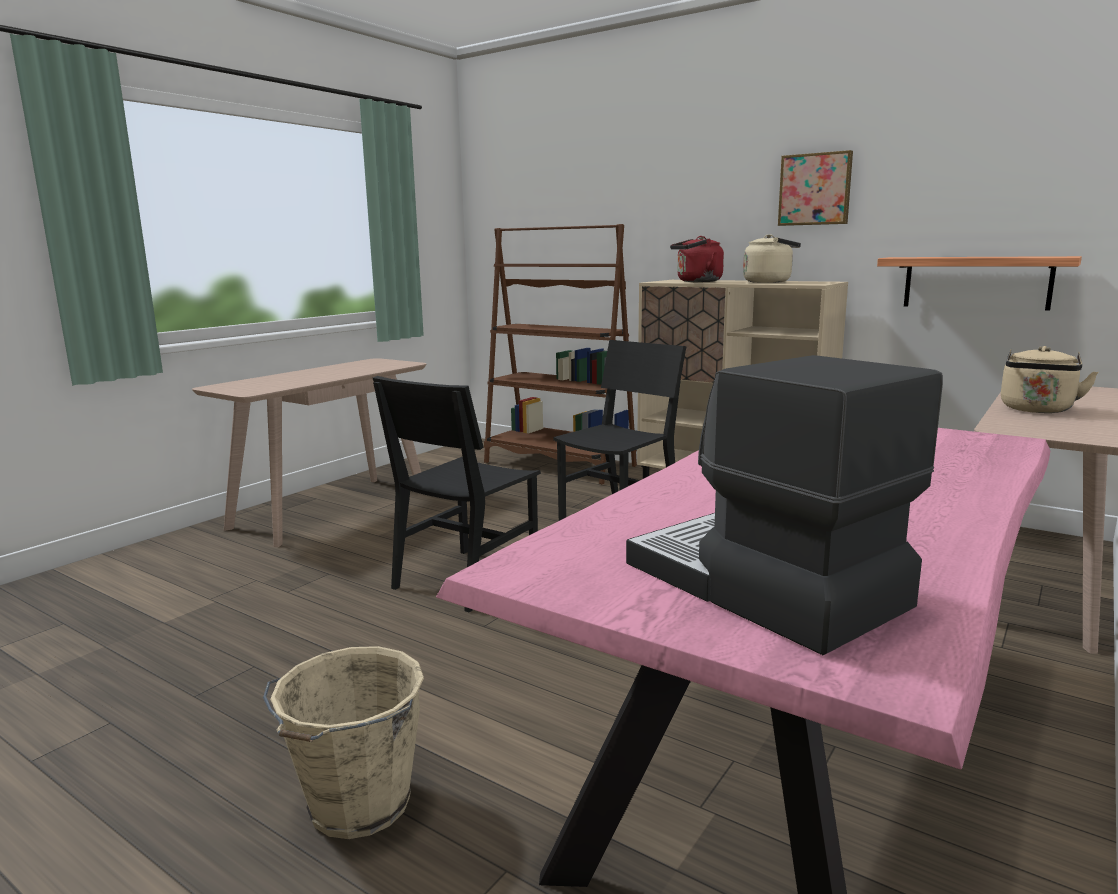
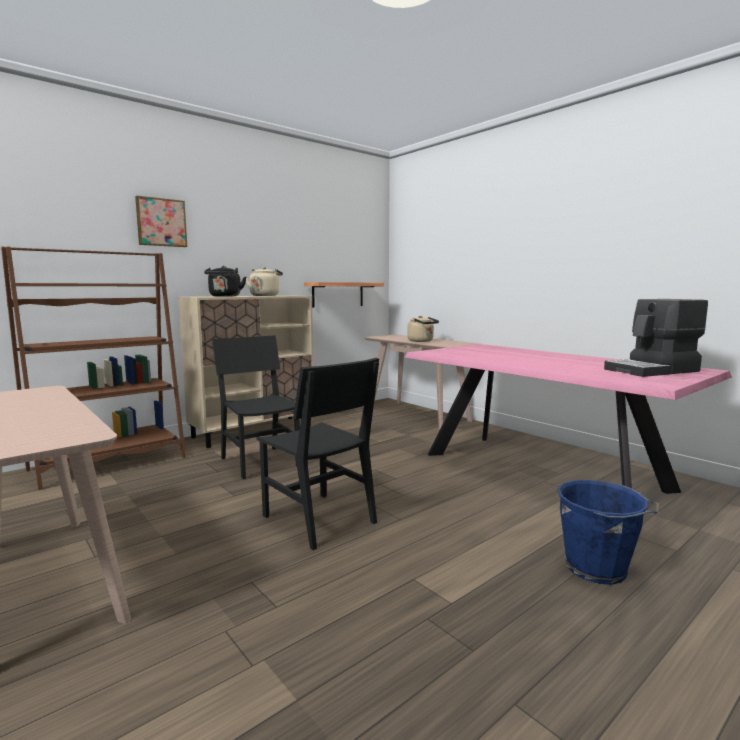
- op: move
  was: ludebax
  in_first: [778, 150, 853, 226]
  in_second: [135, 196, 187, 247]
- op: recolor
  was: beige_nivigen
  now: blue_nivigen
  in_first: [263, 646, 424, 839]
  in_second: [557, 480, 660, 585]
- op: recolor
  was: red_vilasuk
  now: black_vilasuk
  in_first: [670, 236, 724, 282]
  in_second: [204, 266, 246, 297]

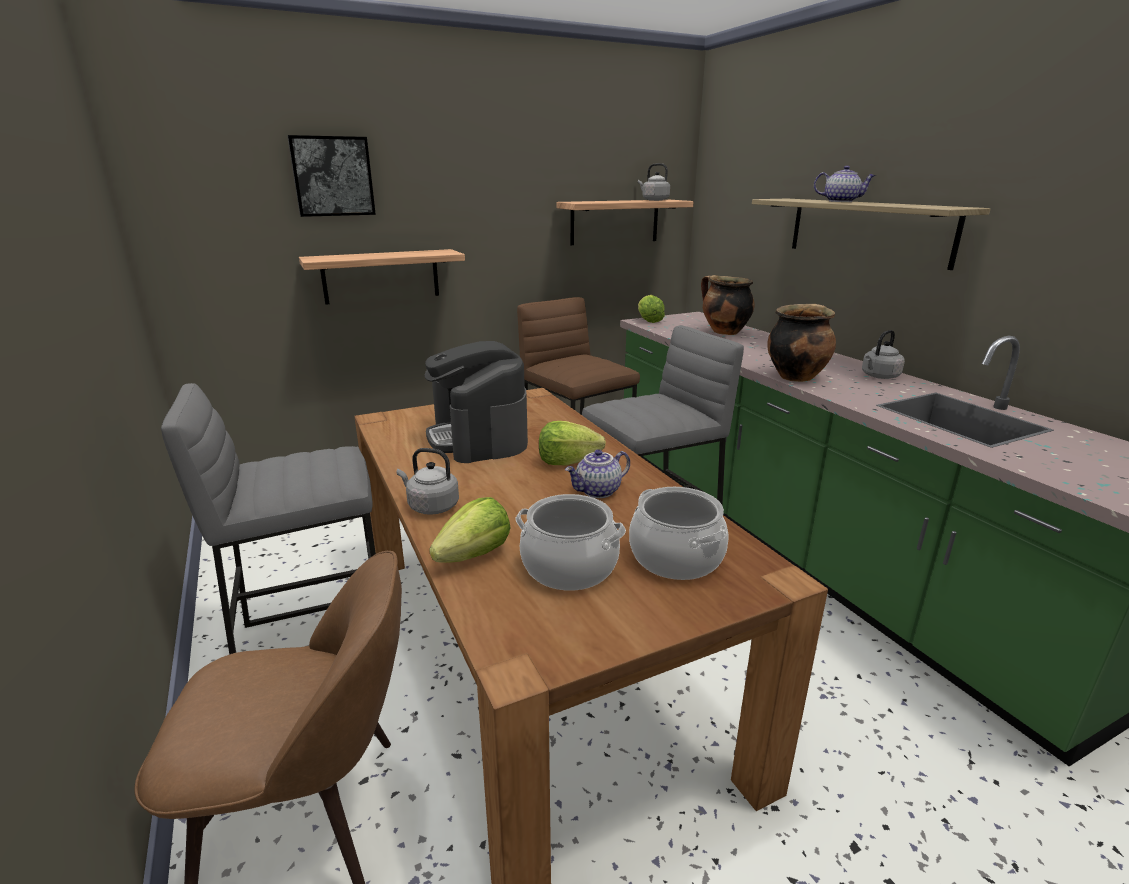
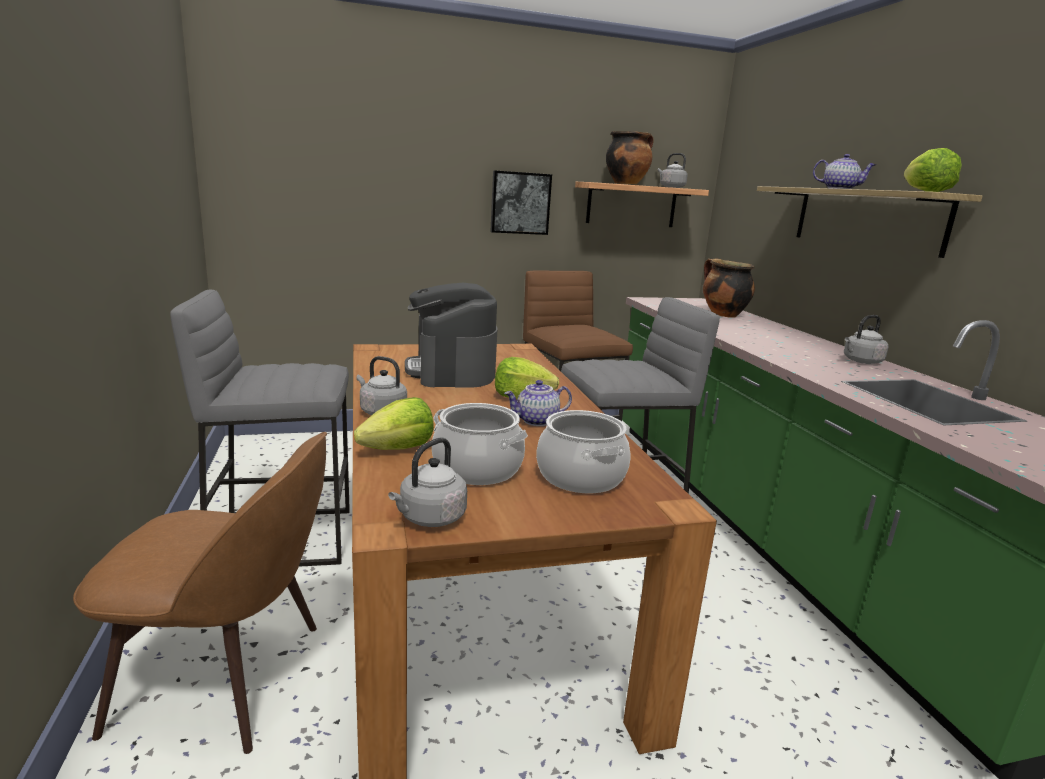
- op: delete
  was: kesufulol
  in_first: [299, 249, 465, 305]
- op: insert
  now: grey_vilasuk
  in_second: [388, 438, 467, 527]
- op: move
  was: ludebax
  in_first: [287, 135, 376, 217]
  in_second: [490, 170, 552, 235]
- op: move
  was: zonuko
  in_first: [638, 295, 665, 323]
  in_second: [904, 148, 962, 192]
- op: move
  was: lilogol
  in_first: [767, 304, 836, 382]
  in_second: [606, 131, 654, 185]

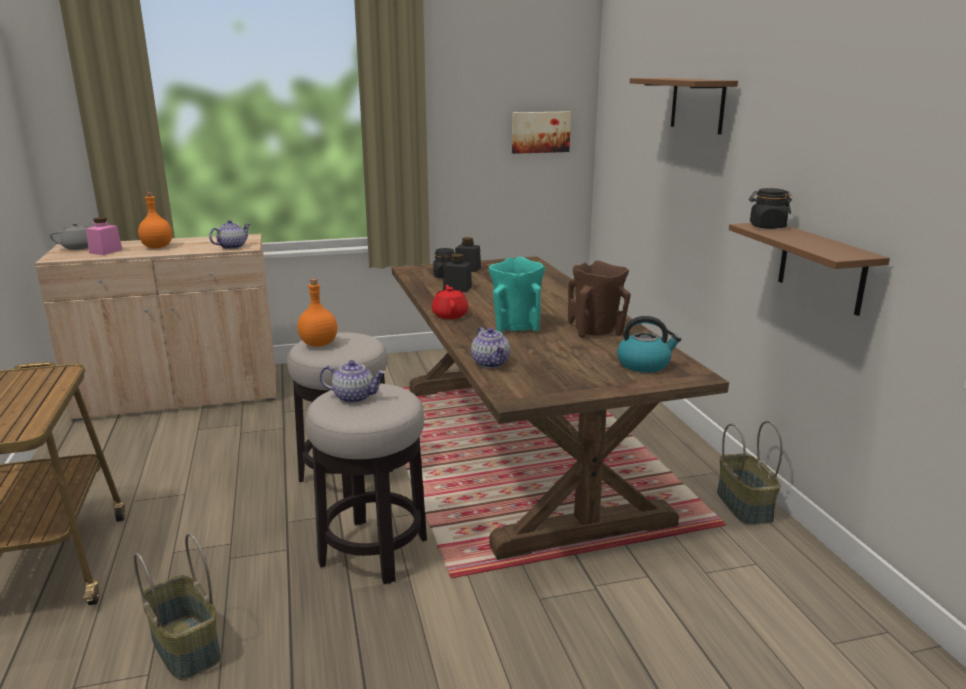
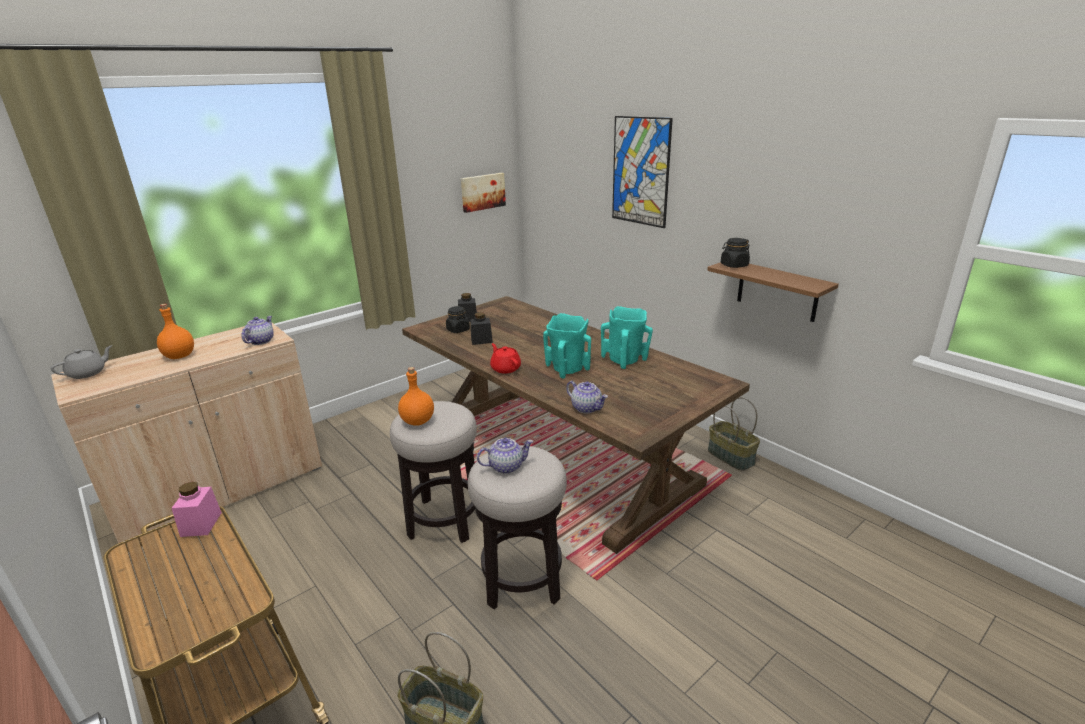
- op: delete
  was: vilasuk
  in_first: [617, 316, 681, 373]
- op: move
  was: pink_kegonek
  in_first: [86, 217, 122, 255]
  in_second: [172, 481, 222, 537]
- op: replace
  was: brown_kesufulol
  now: ludebax
  in_first: [630, 78, 738, 134]
  in_second: [612, 116, 673, 228]
- op: recolor
  was: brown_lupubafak
  now: turquoise_lupubafak
  in_first: [568, 261, 630, 338]
  in_second: [601, 306, 653, 369]

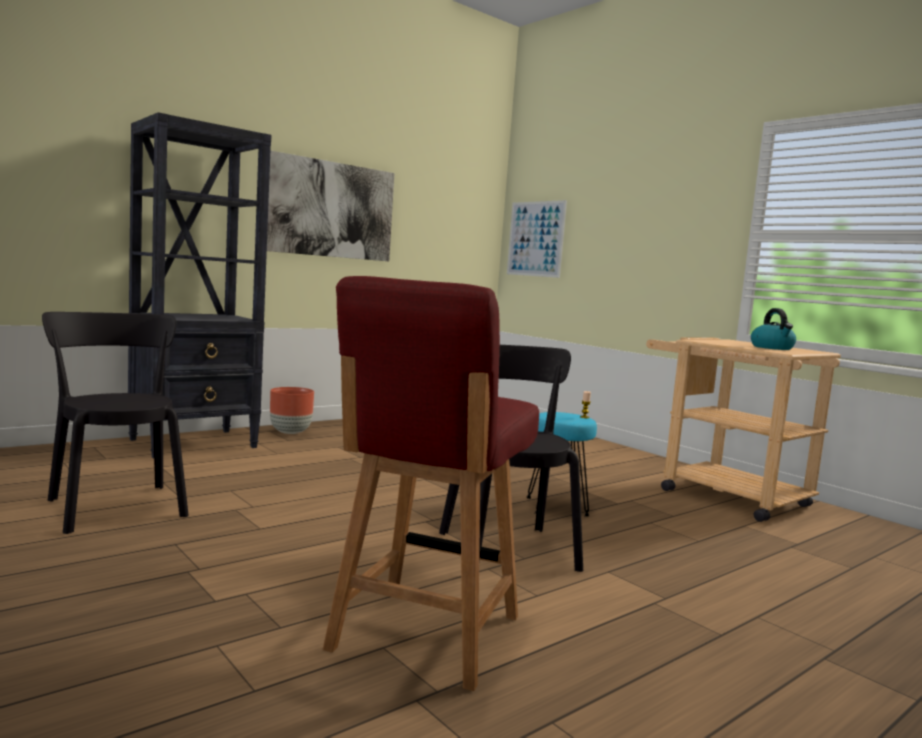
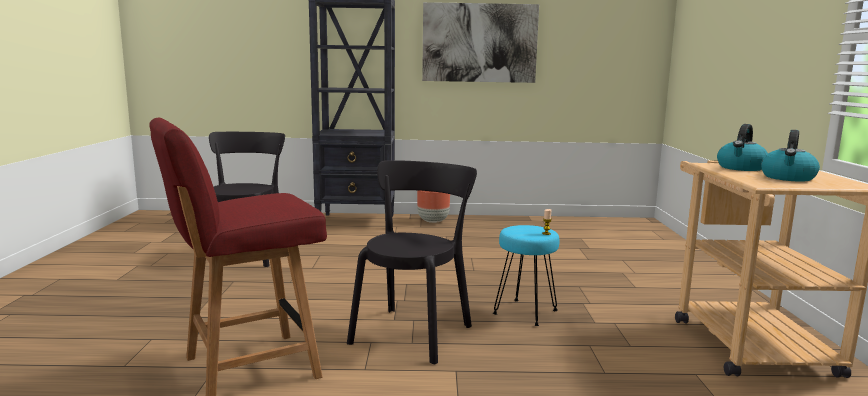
- op: delete
  was: ludebax
  in_first: [507, 200, 567, 278]
- op: insert
  now: vilasuk
  in_second: [717, 124, 768, 171]

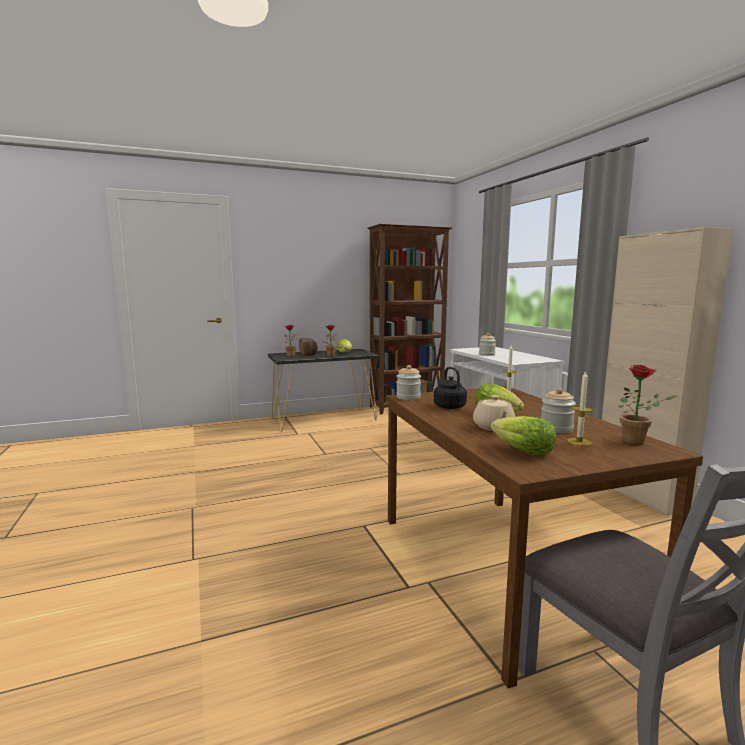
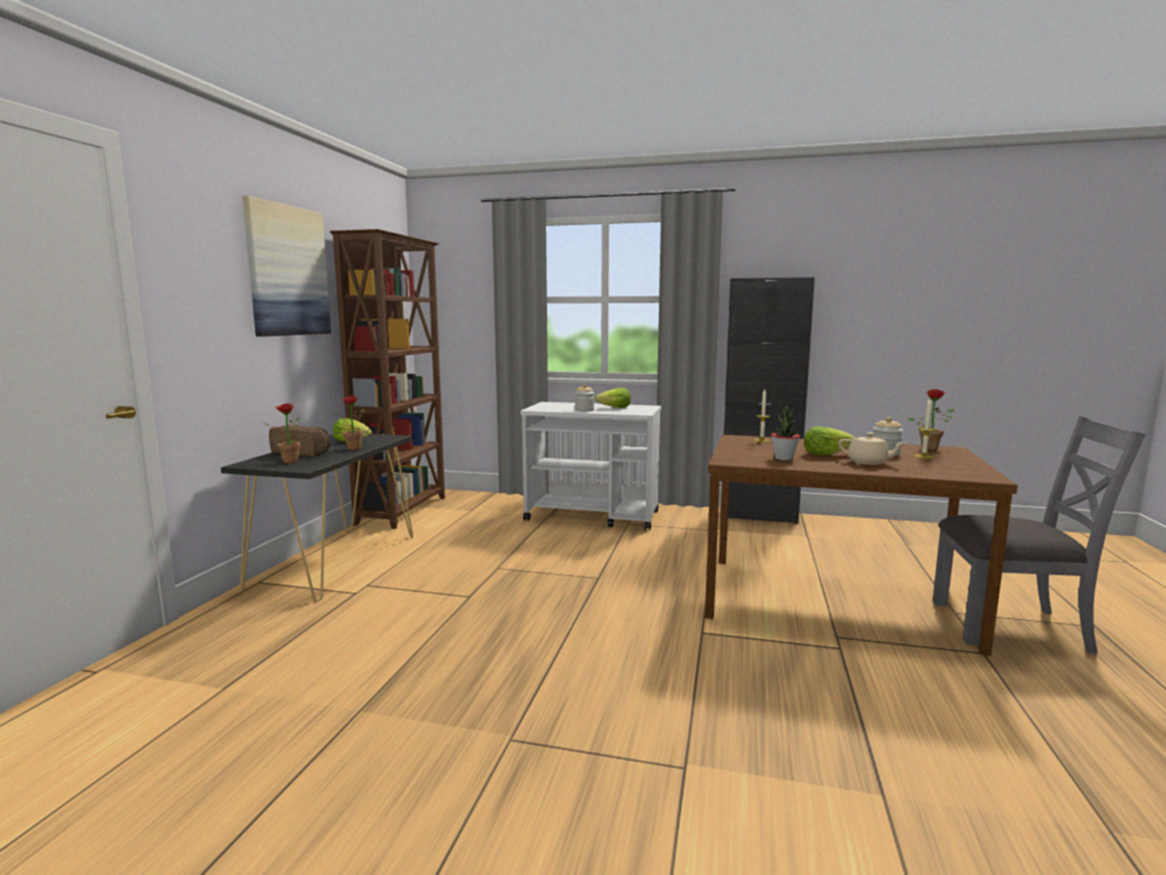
- op: delete
  was: kegonek
  in_first: [396, 365, 421, 400]
- op: insert
  now: ludebax
  in_second: [243, 196, 331, 337]
- op: move
  was: zonuko
  in_first: [490, 416, 556, 456]
  in_second: [595, 388, 631, 408]
- op: replace
  was: black_vilasuk
  now: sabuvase
  in_first: [434, 367, 467, 409]
  in_second: [771, 405, 800, 460]
- op: recolor
  was: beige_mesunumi
  now: black_mesunumi
  in_first: [602, 227, 733, 516]
  in_second: [720, 277, 815, 524]

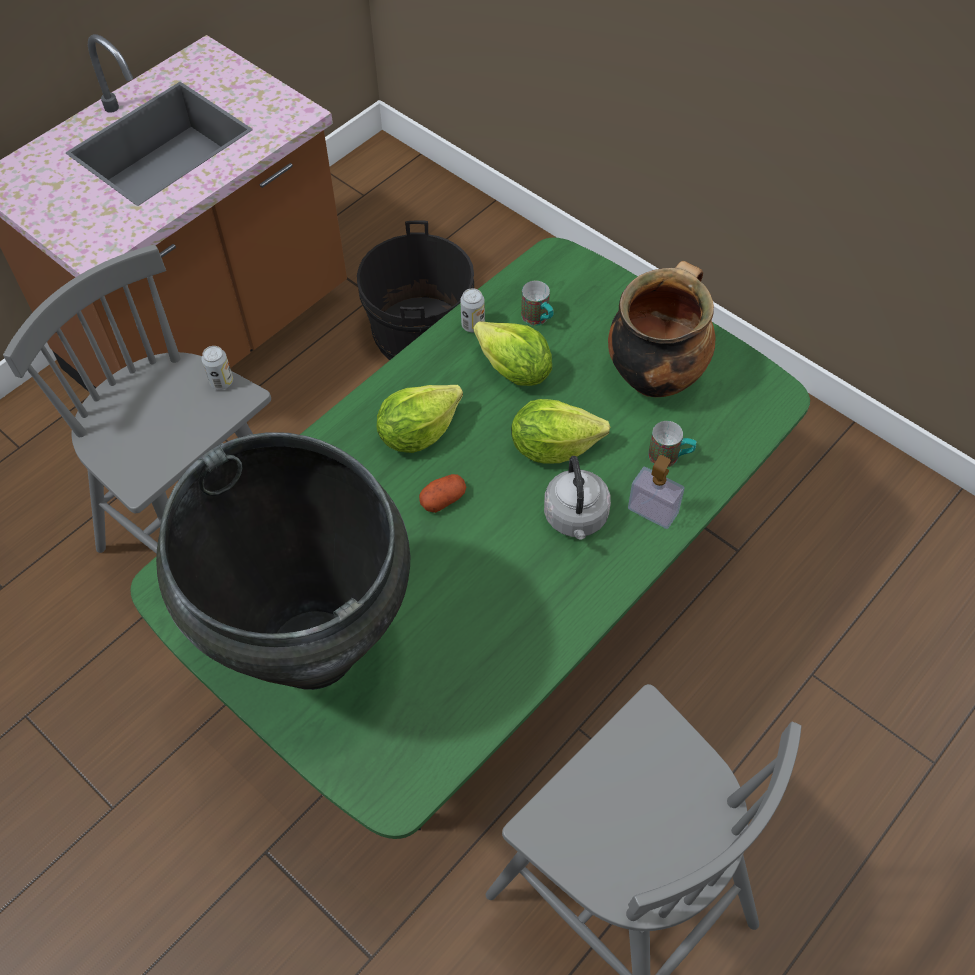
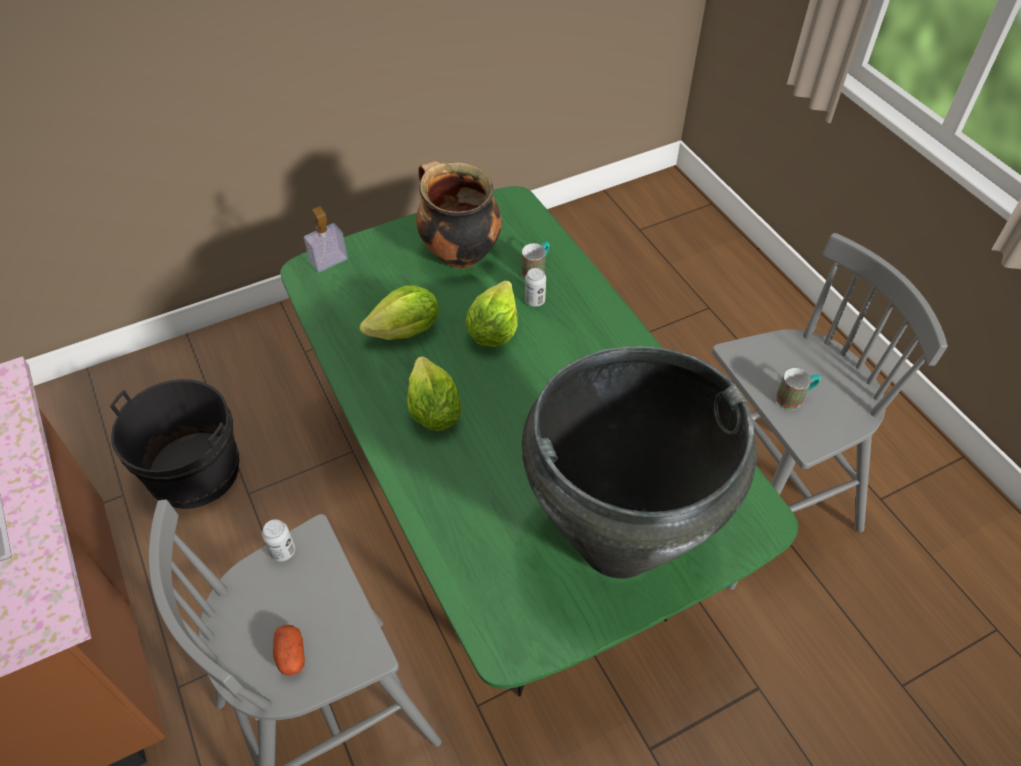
- op: delete
  was: grey_vilasuk
  in_first: [544, 456, 611, 540]
- op: move
  was: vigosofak
  in_first: [419, 474, 466, 513]
  in_second: [273, 625, 305, 676]
- op: move
  was: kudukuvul
  in_first: [460, 288, 485, 332]
  in_second: [525, 268, 546, 307]
- op: move
  was: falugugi
  in_first: [521, 281, 554, 326]
  in_second: [776, 368, 821, 410]
- op: move
  was: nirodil
  in_first: [628, 455, 684, 529]
  in_second: [304, 207, 348, 273]

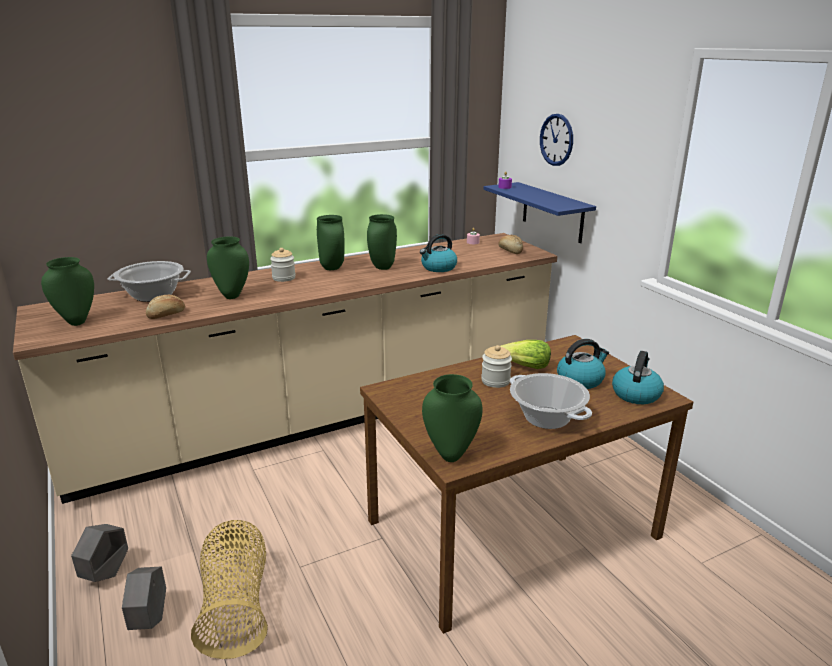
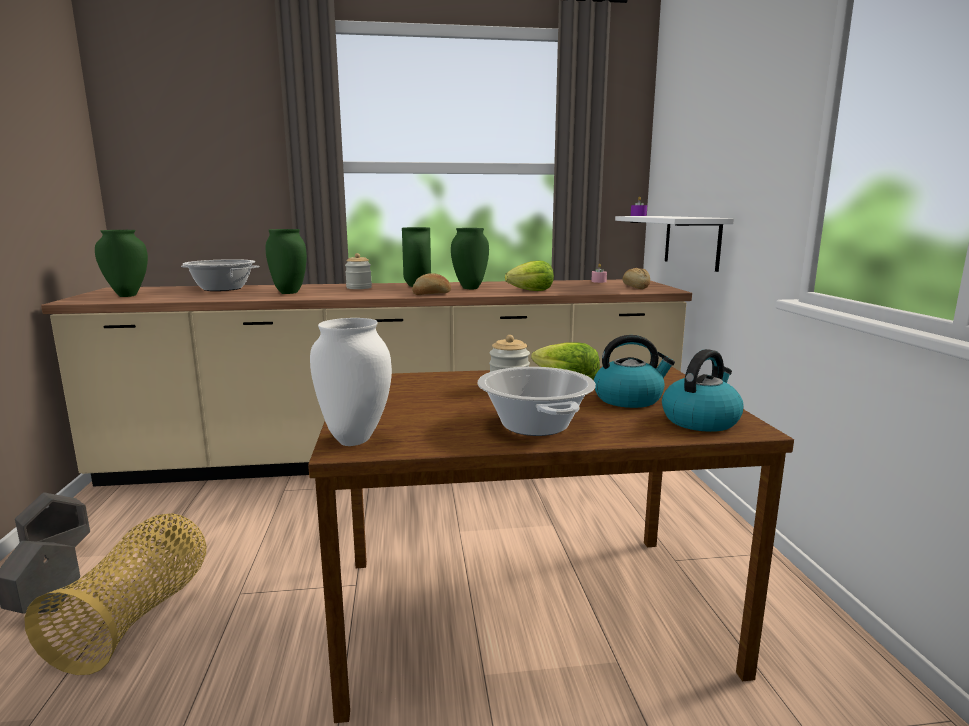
- op: delete
  was: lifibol
  in_first: [540, 114, 573, 166]
- op: move
  was: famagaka
  in_first: [146, 295, 185, 319]
  in_second: [412, 273, 451, 295]
- op: replace
  was: vilasuk
  now: zonuko
  in_first: [420, 234, 457, 272]
  in_second: [505, 261, 554, 291]
- op: recolor
  was: green_lupubafak
  now: white_lupubafak
  in_first: [422, 374, 482, 462]
  in_second: [310, 318, 392, 446]
- op: recolor
  was: blue_kesufulol
  now: white_kesufulol
  in_first: [484, 182, 596, 243]
  in_second: [615, 216, 734, 272]

